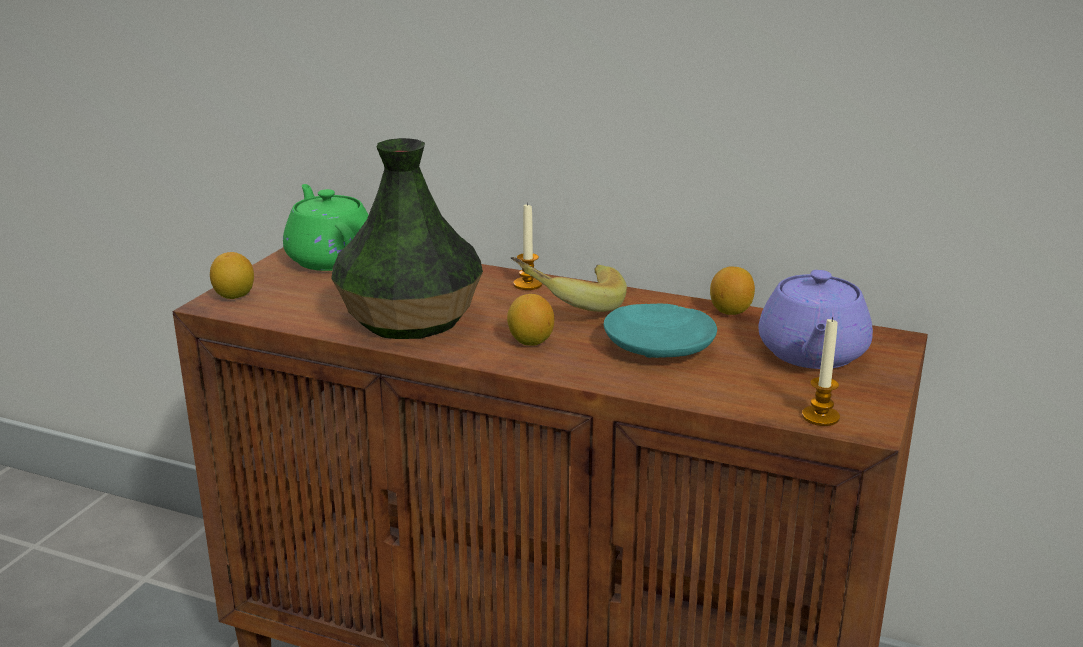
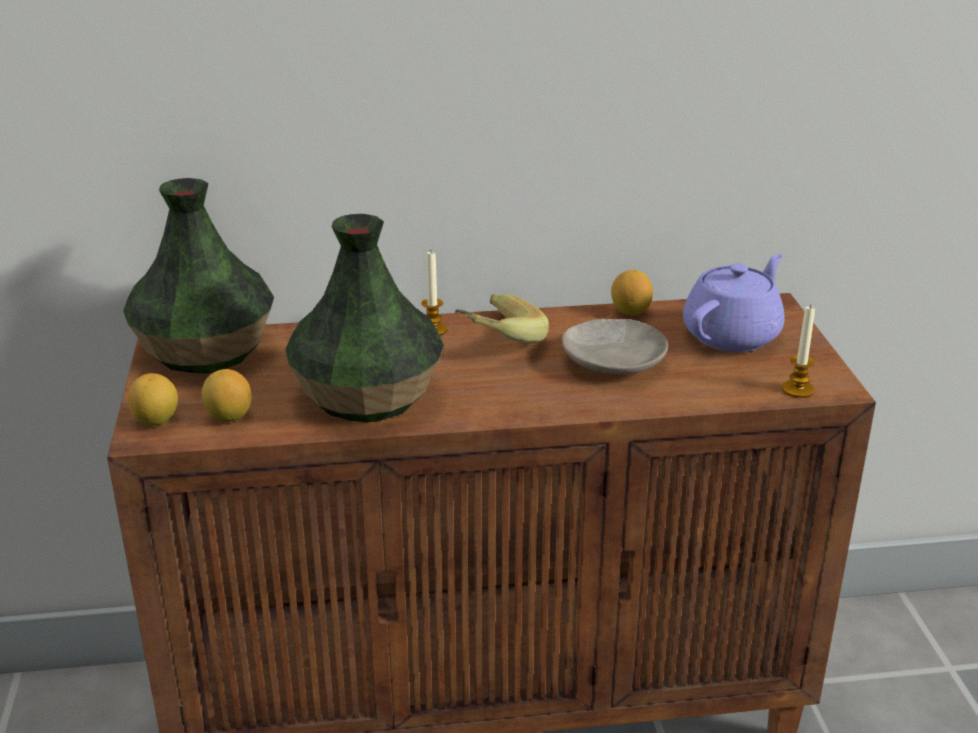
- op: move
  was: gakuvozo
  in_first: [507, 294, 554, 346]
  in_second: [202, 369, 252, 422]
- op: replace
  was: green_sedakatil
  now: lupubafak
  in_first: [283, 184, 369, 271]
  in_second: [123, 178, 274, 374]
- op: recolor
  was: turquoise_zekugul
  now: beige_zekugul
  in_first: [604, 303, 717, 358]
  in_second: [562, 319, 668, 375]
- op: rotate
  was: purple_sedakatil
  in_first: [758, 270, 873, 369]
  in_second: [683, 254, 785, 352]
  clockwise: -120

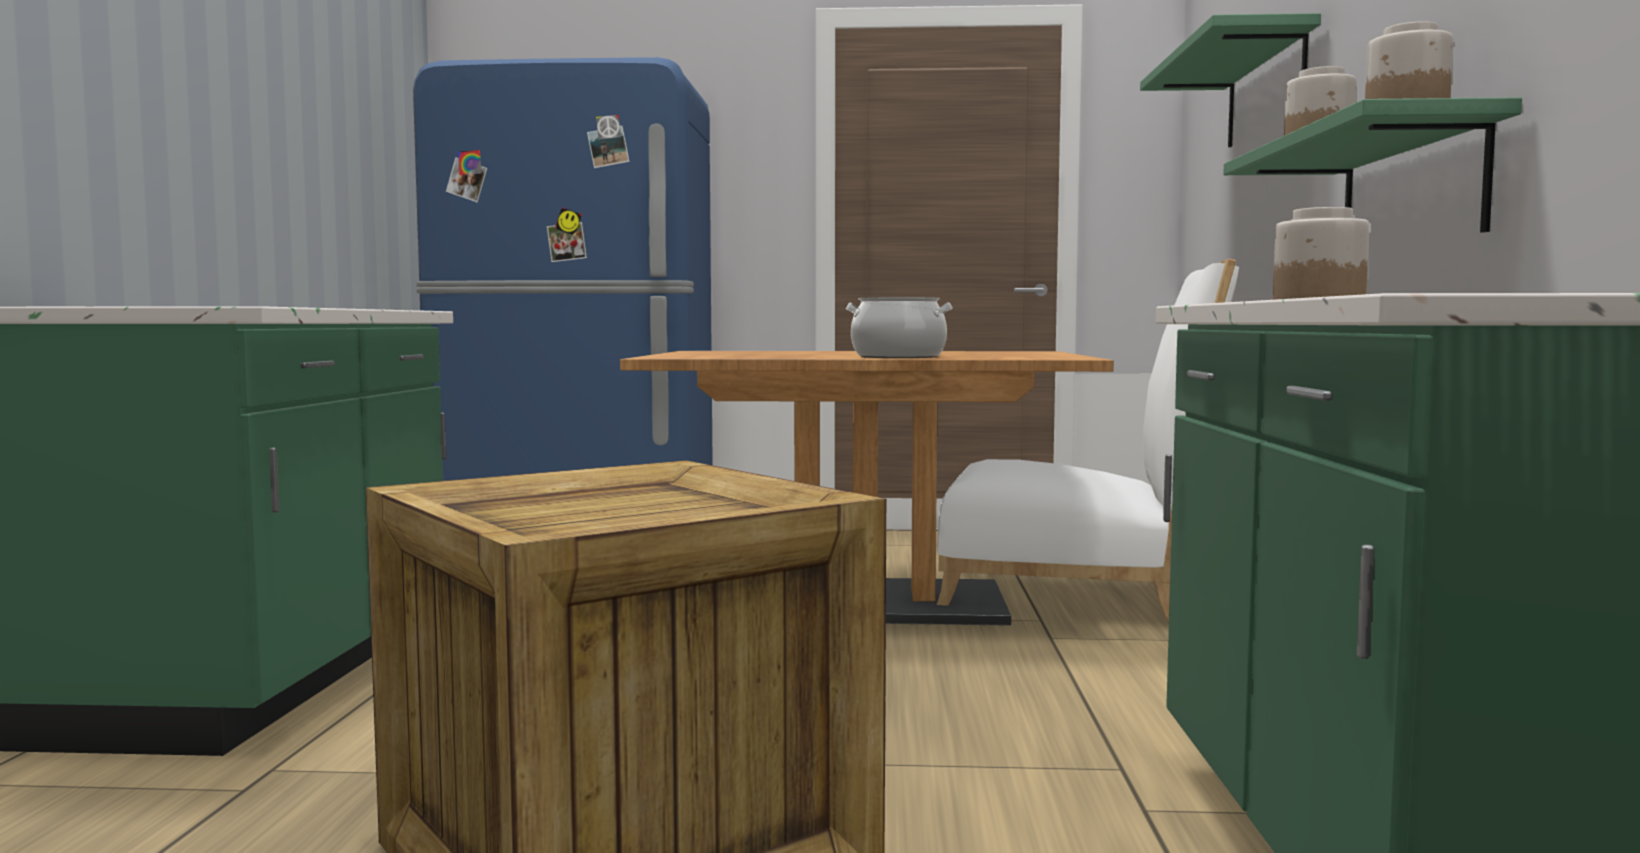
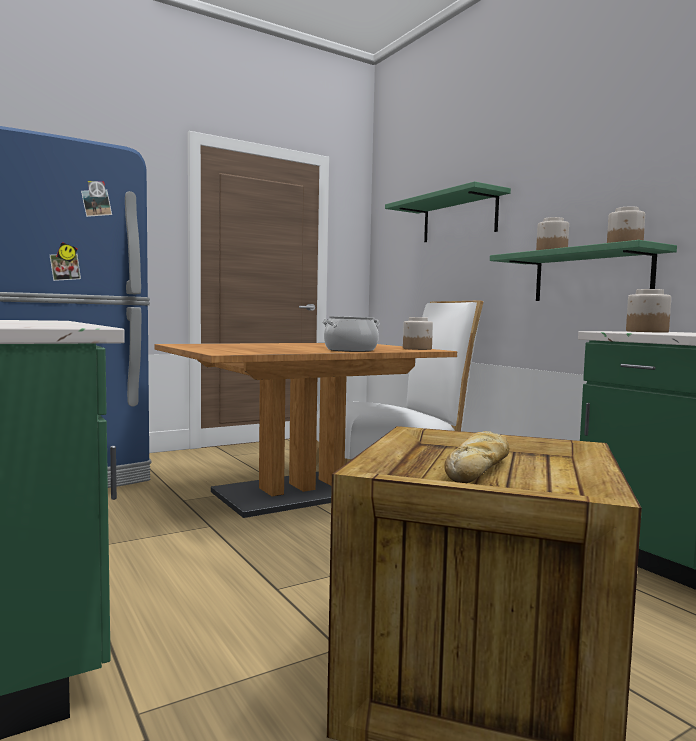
- op: insert
  now: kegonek
  in_second: [403, 317, 433, 350]
- op: insert
  now: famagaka
  in_second: [445, 431, 509, 483]

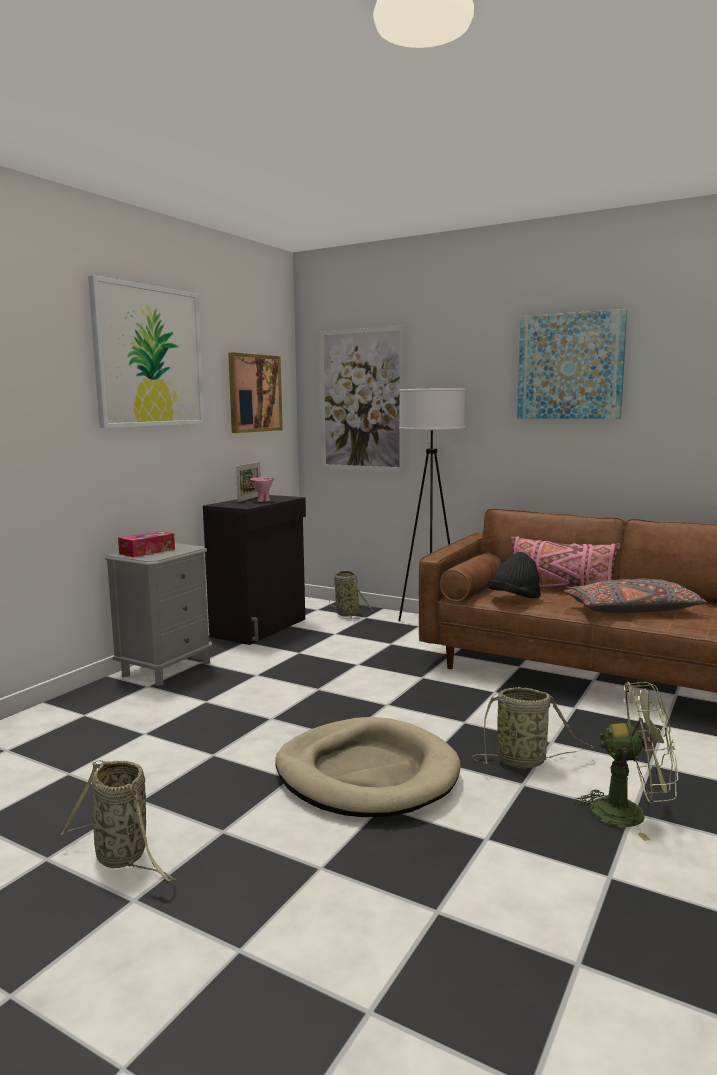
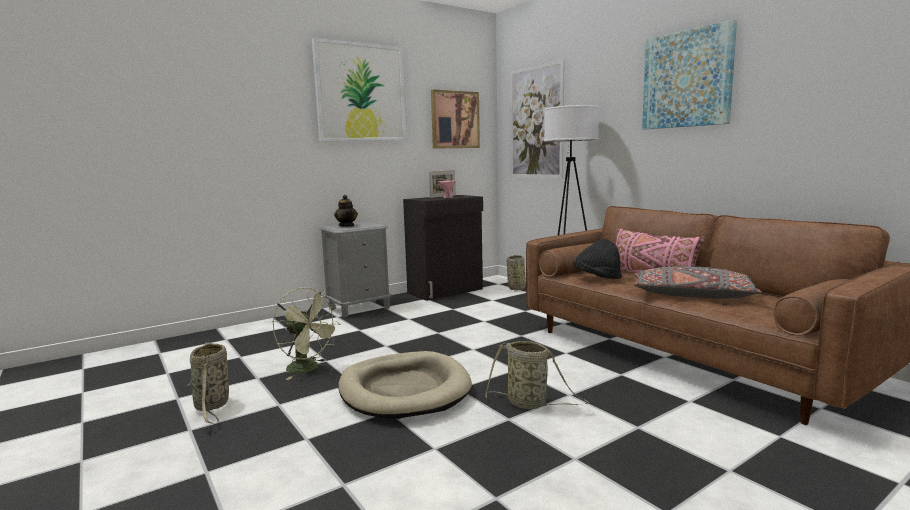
- op: move
  was: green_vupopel
  in_first: [574, 682, 678, 841]
  in_second: [273, 287, 340, 380]
- op: replace
  was: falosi
  now: sedakatil
  in_first: [118, 531, 175, 557]
  in_second: [334, 195, 358, 227]

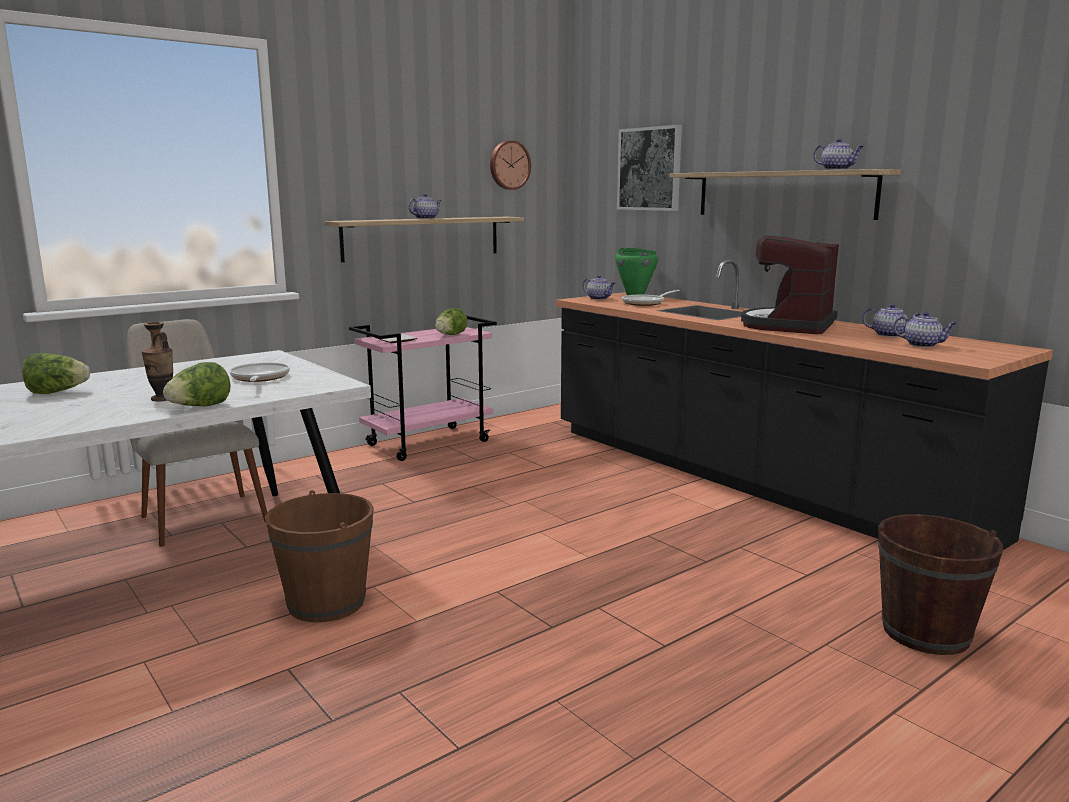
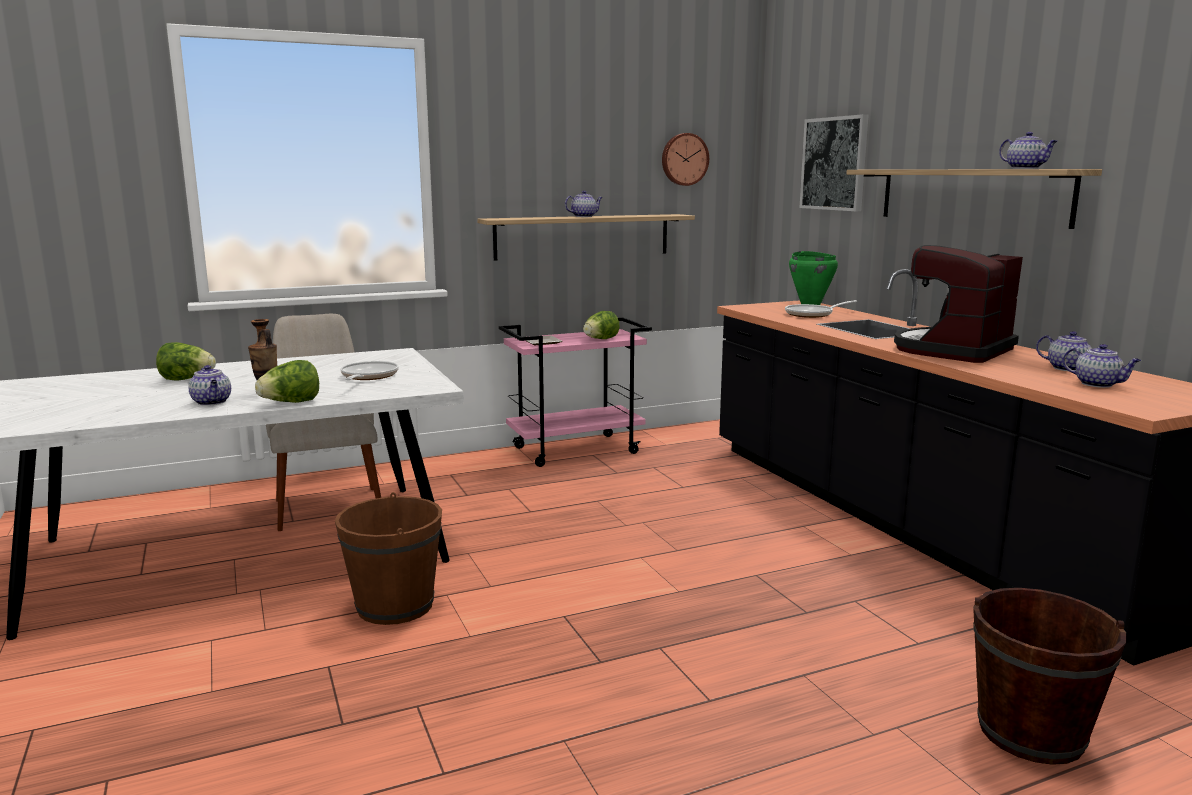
- op: move
  was: sedakatil
  in_first: [583, 275, 615, 300]
  in_second: [188, 365, 231, 406]

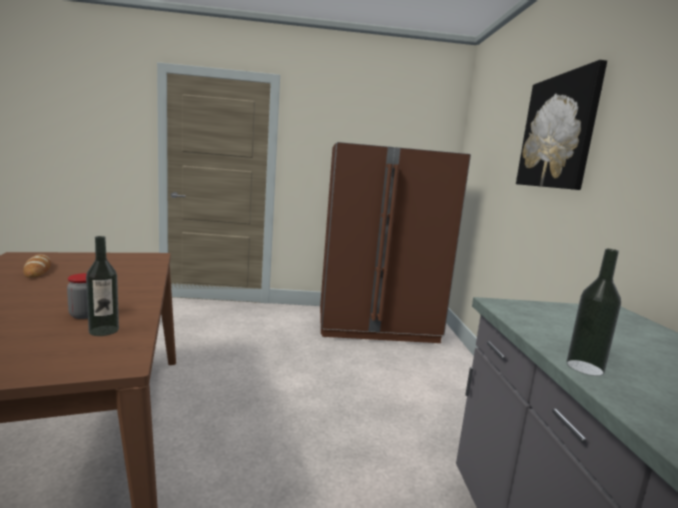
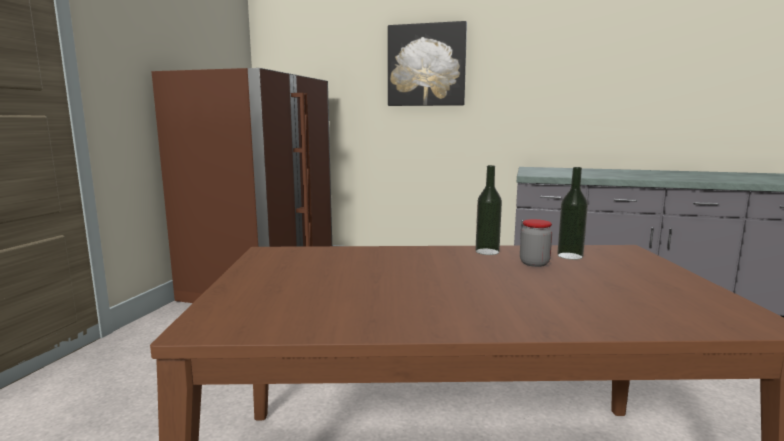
- op: delete
  was: famagaka
  in_first: [23, 254, 51, 278]
- op: move
  was: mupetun
  in_first: [567, 249, 621, 376]
  in_second: [476, 165, 502, 255]

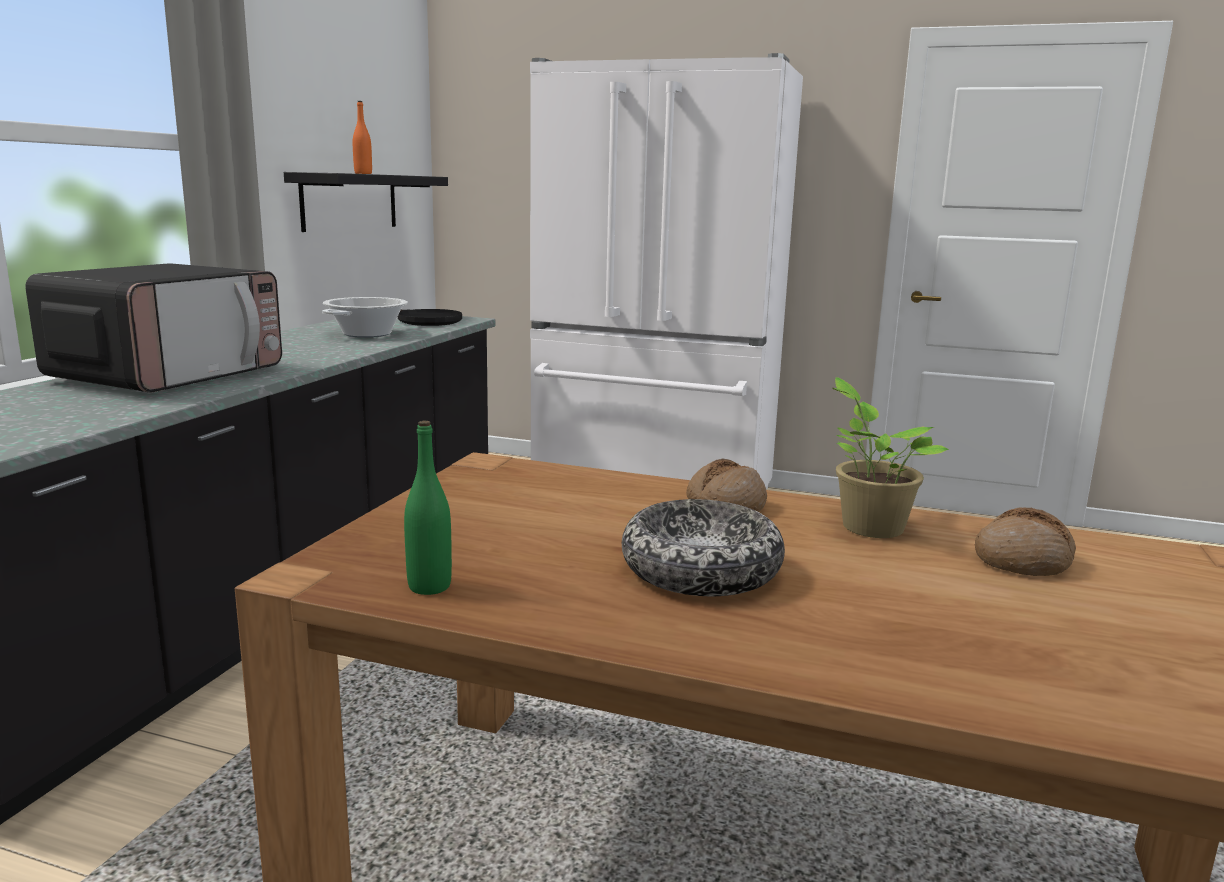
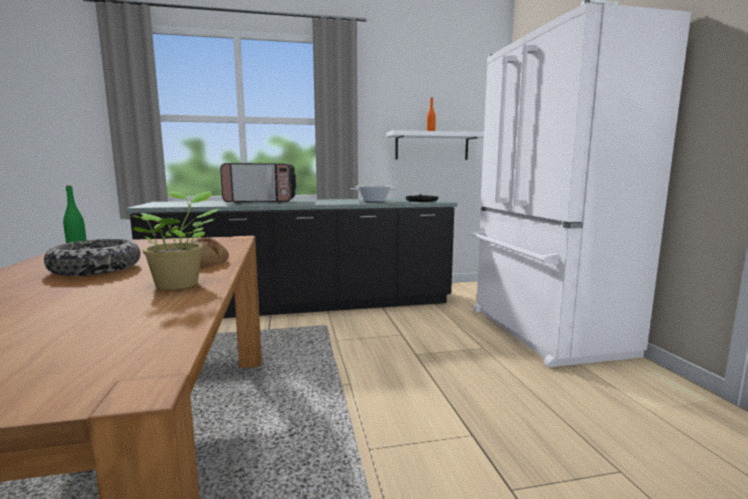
- op: delete
  was: famagaka
  in_first: [975, 507, 1076, 576]
- op: recolor
  was: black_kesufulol
  now: white_kesufulol
  in_first: [284, 172, 448, 232]
  in_second: [386, 130, 484, 160]

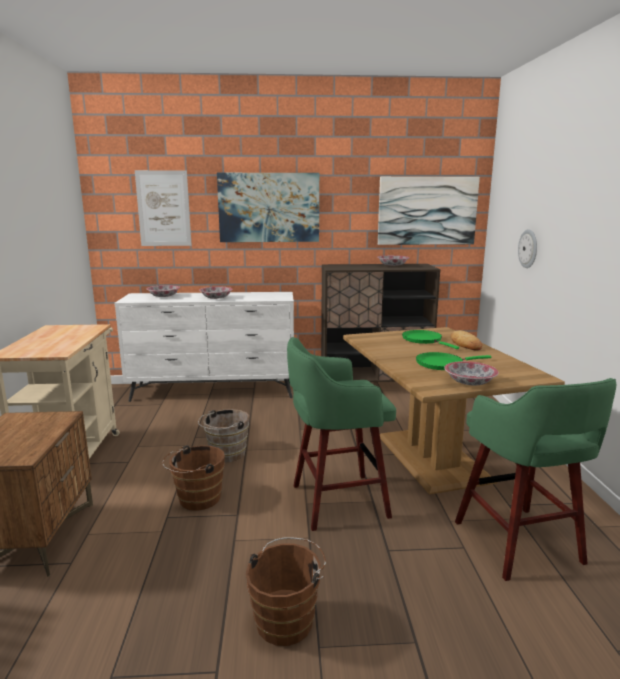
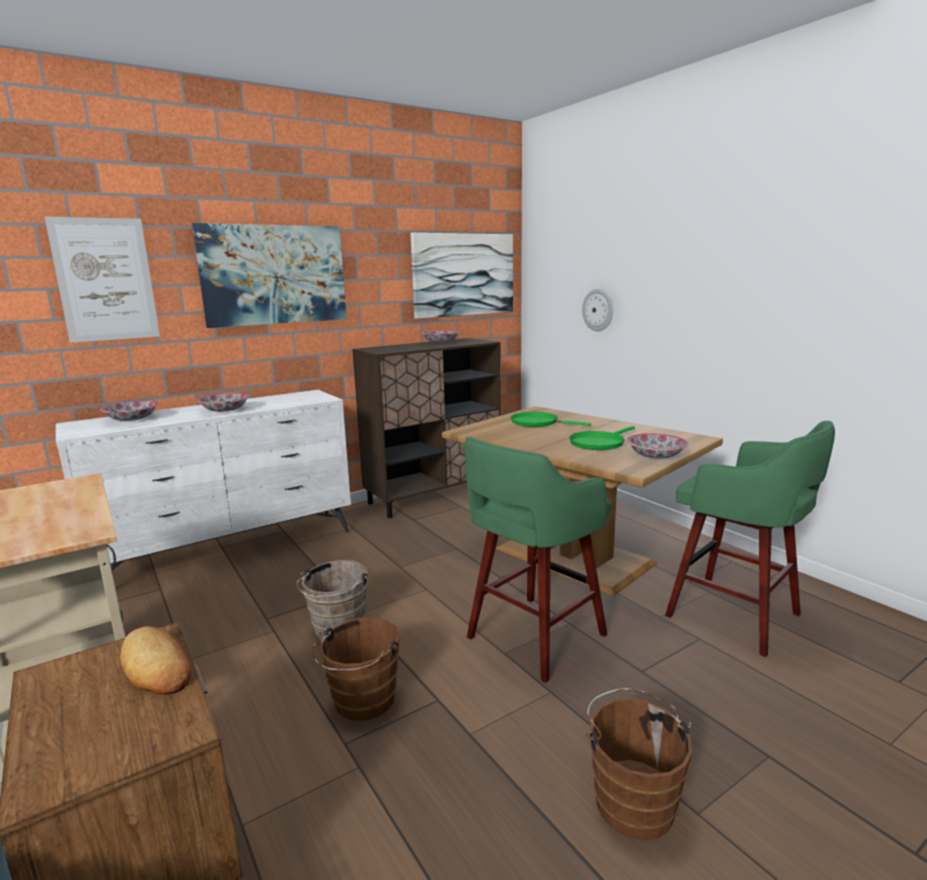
- op: move
  was: famagaka
  in_first: [451, 330, 482, 350]
  in_second: [120, 626, 192, 695]

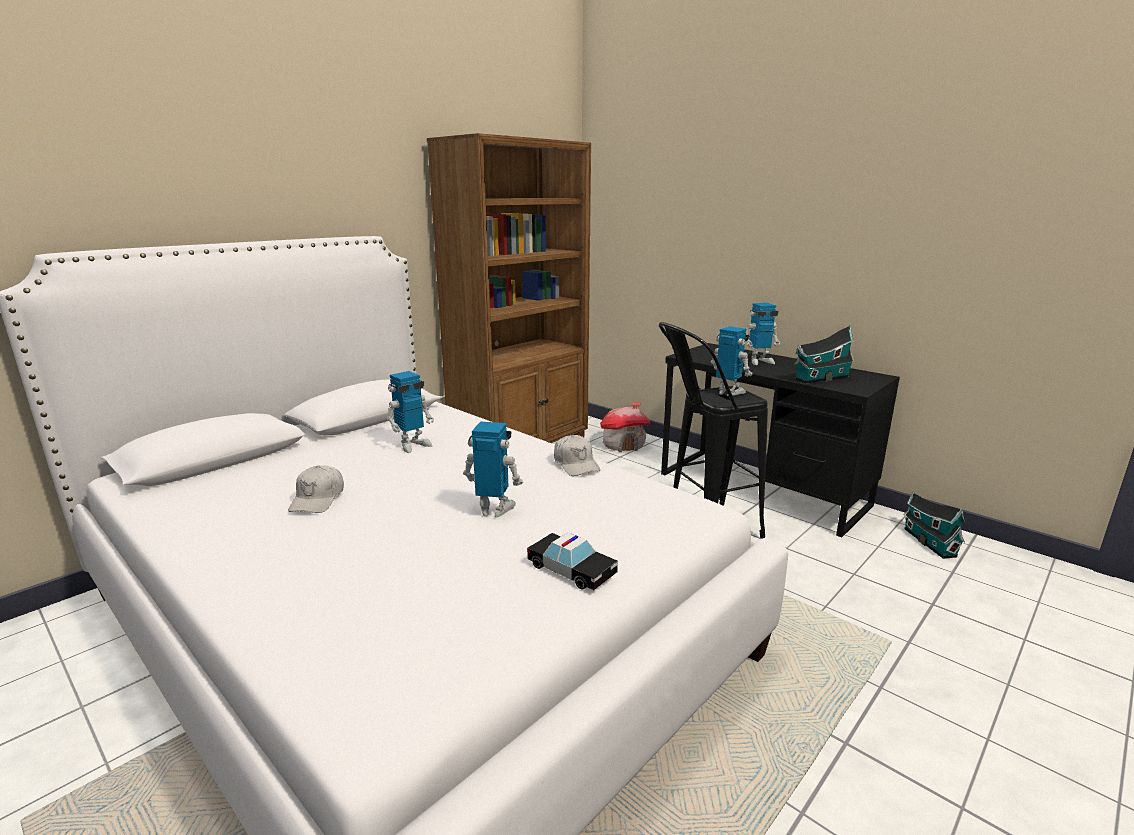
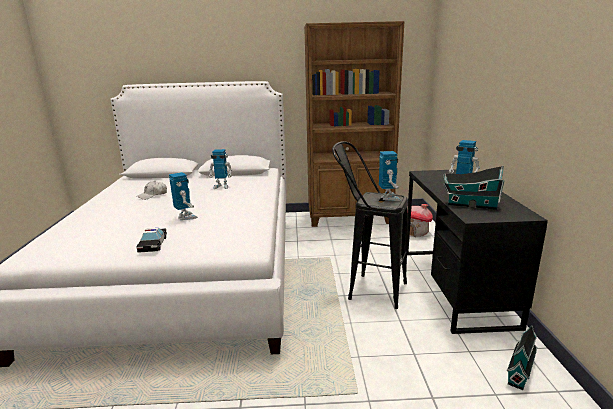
- op: delete
  was: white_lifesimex
  in_first: [554, 435, 600, 476]

